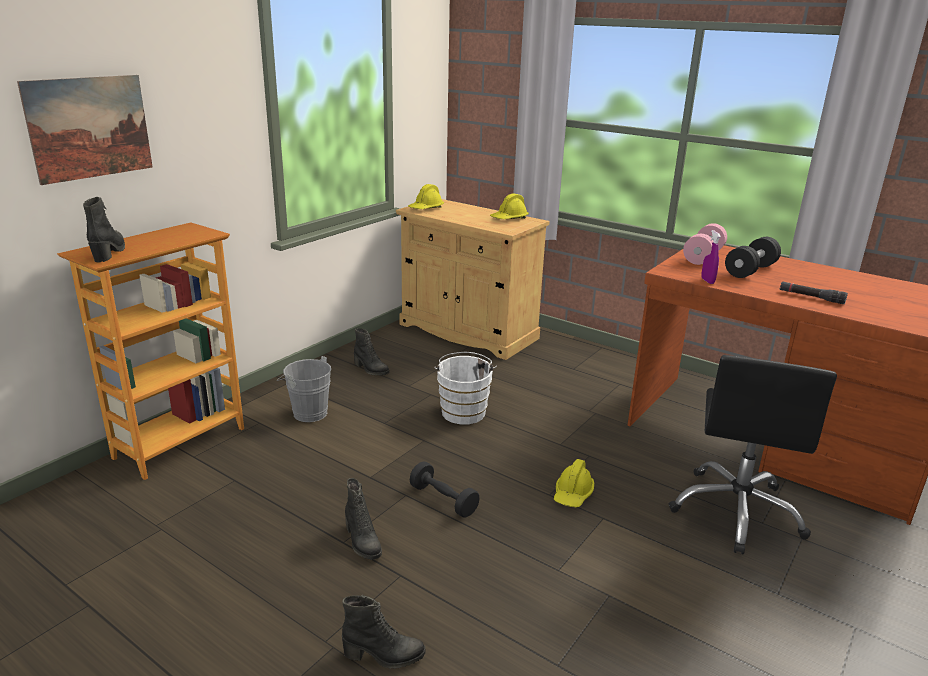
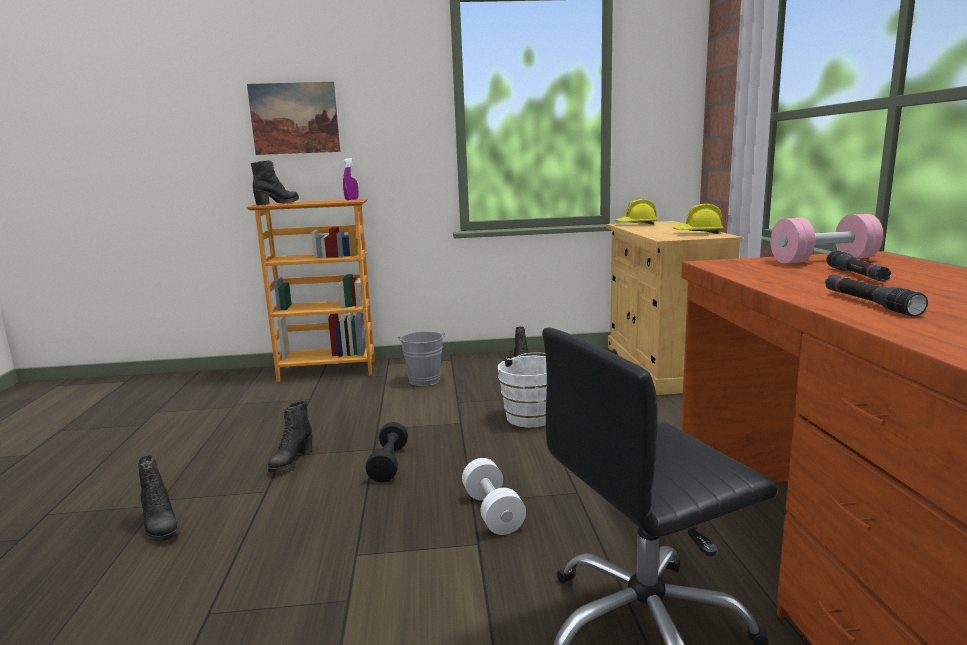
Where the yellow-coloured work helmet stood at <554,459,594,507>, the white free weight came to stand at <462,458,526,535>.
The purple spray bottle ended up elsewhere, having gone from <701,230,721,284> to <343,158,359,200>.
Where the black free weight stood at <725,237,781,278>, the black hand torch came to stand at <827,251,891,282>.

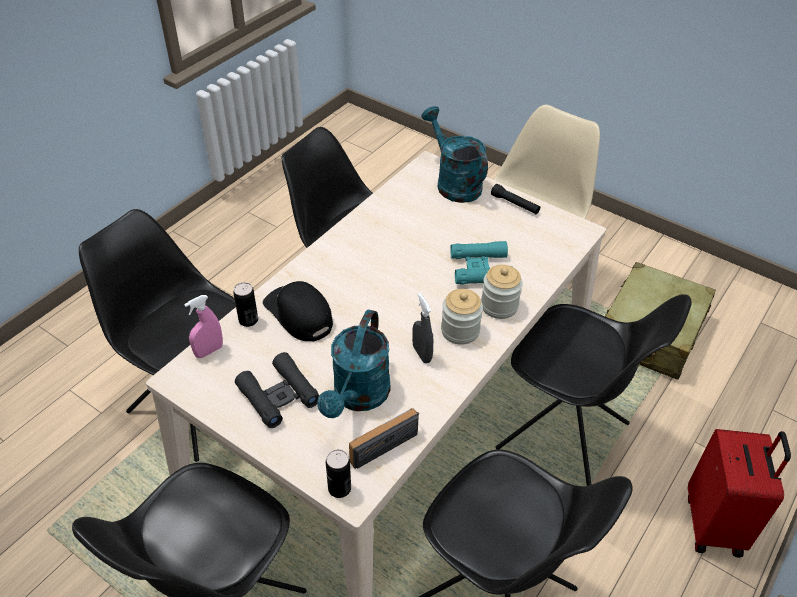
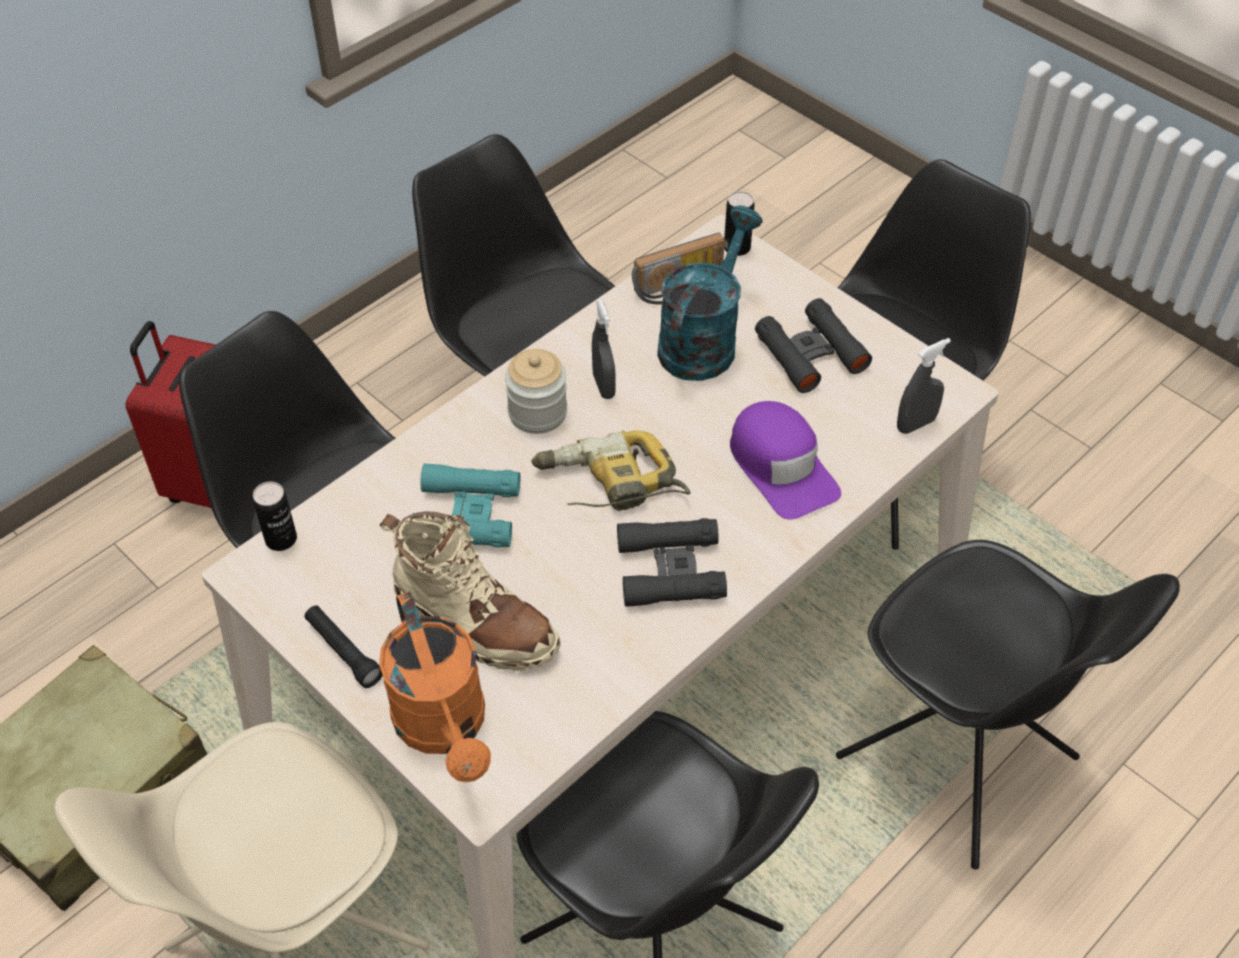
What was the pinkish spray bottle at <184,295,223,358> turned into the greyish spray bottle at <897,338,951,434>.
The metal can ended up elsewhere, having gone from <233,282,258,327> to <253,482,297,551>.
What was the black peaked cap at <263,281,333,341> turned into the purple peaked cap at <730,401,841,520>.
What was the turquoise-coloured watering pot at <421,106,488,203> turned into the orange-coloured watering pot at <379,591,491,782>.
The second view lost the preserve jar at <481,265,523,319>.
The second view gained the beige-coloured boot at <379,511,561,671>.
The second view gained the electric drill at <531,430,691,511>.
The second view gained the black field glasses at <617,518,727,607>.

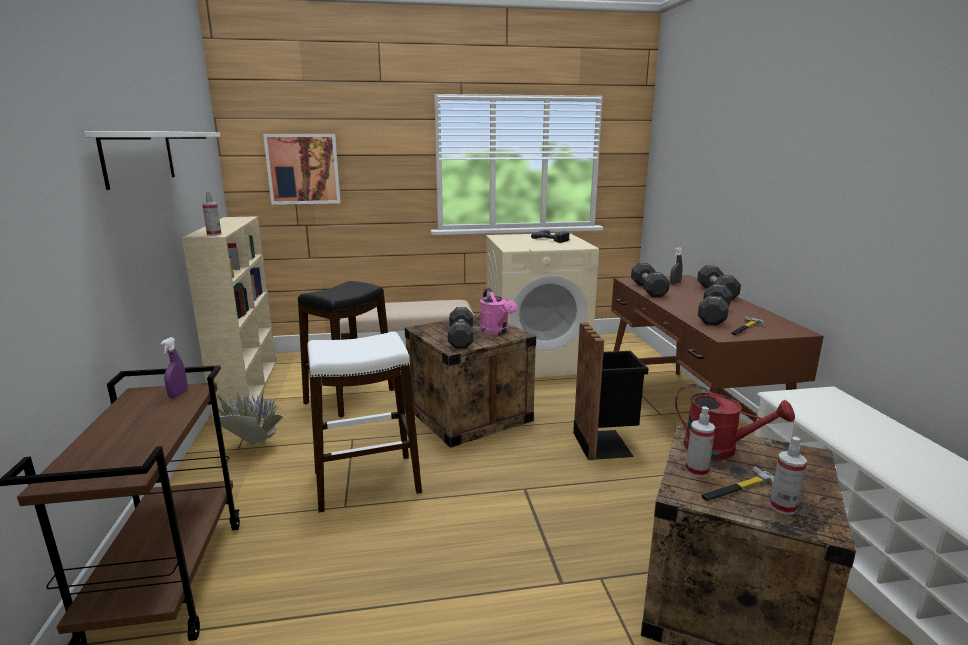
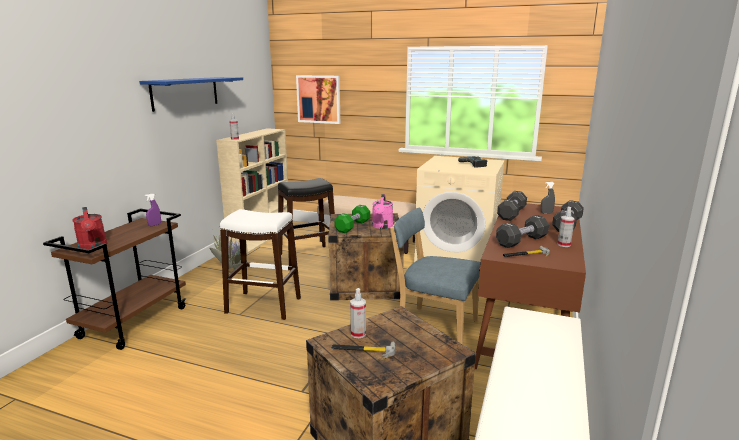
What was the white shelf at <84,131,220,190> turned into the bluish shelf at <139,77,243,112>.
What was the black free weight at <448,307,473,349> turned into the green-coloured free weight at <334,205,370,233>.
Where the black waste bin stood at <573,323,649,460>, the bluish upright chair came to stand at <390,208,481,345>.
The reddish watering pot ended up elsewhere, having gone from <675,384,795,460> to <72,207,107,249>.
The spray bottle ended up elsewhere, having gone from <769,437,807,515> to <558,207,575,247>.

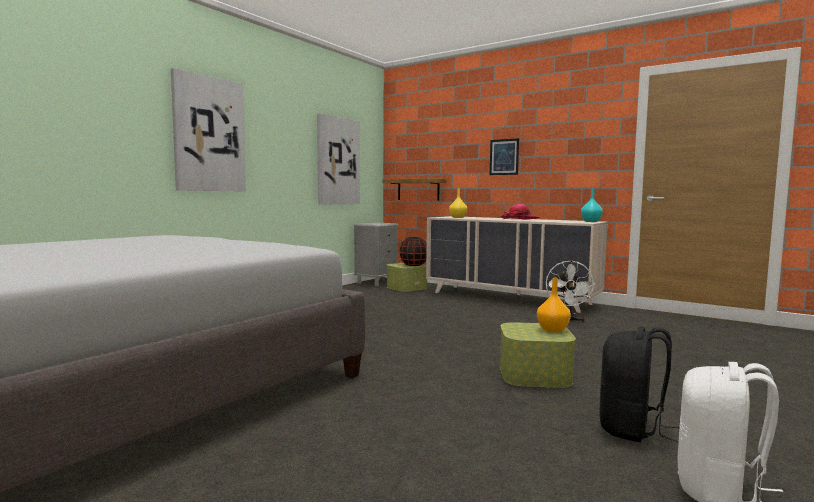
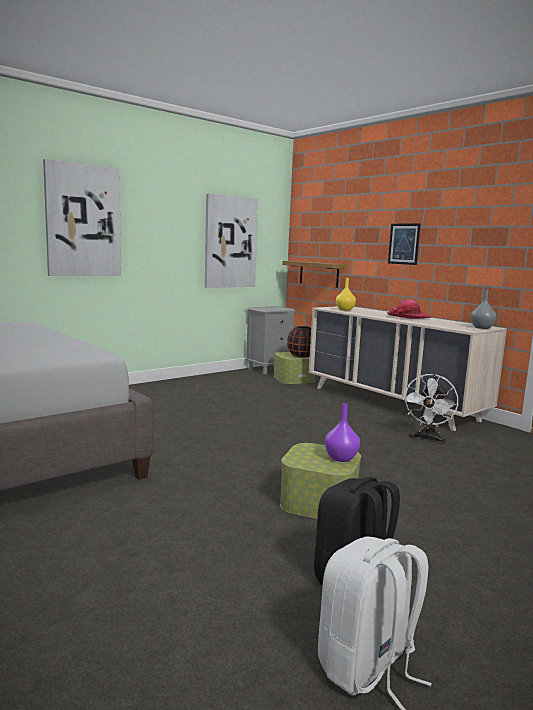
What was the orange-coloured decorative vase at <537,278,571,332> turned into the purple decorative vase at <325,403,360,462>.
What was the turquoise-coloured decorative vase at <581,188,603,222> turned into the greyish decorative vase at <471,289,496,329>.

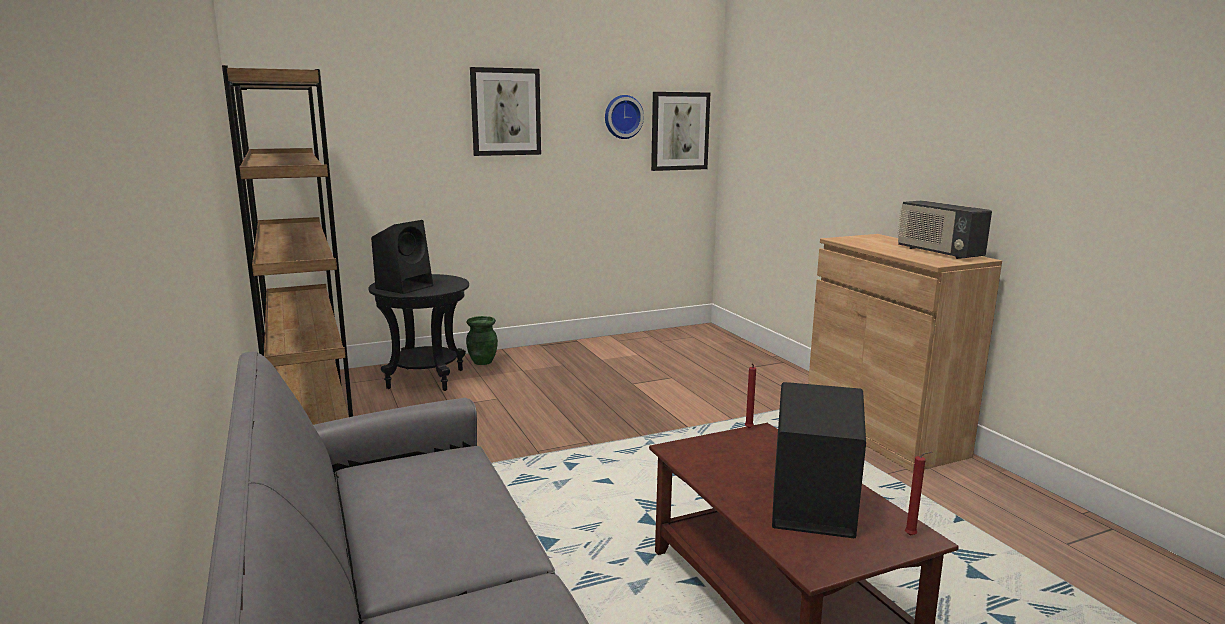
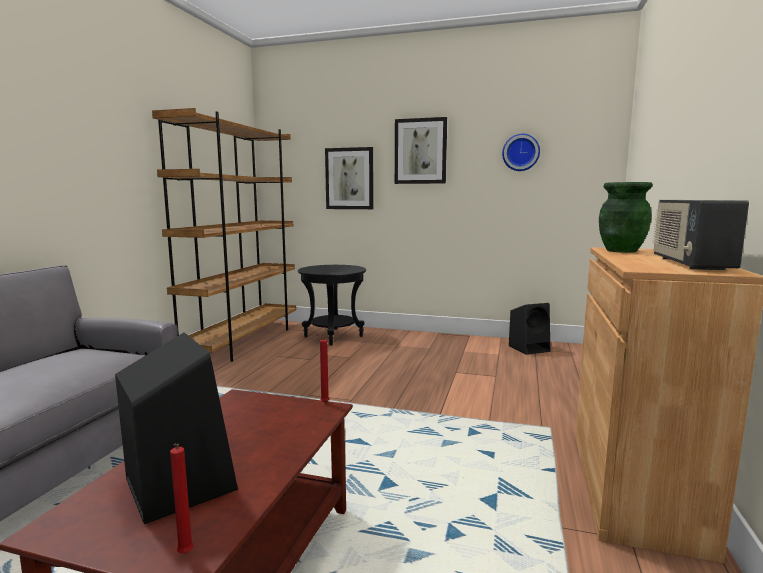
The black speaker ended up elsewhere, having gone from <371,220,433,294> to <509,303,550,355>.
The green-coloured decorative vase ended up elsewhere, having gone from <466,316,498,365> to <599,182,653,253>.
The wall picture ended up elsewhere, having gone from <651,92,710,171> to <325,147,373,209>.

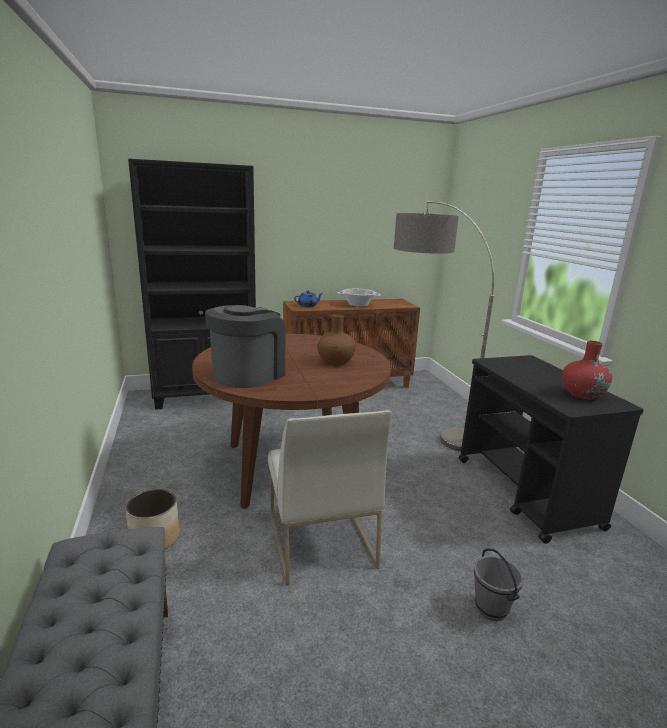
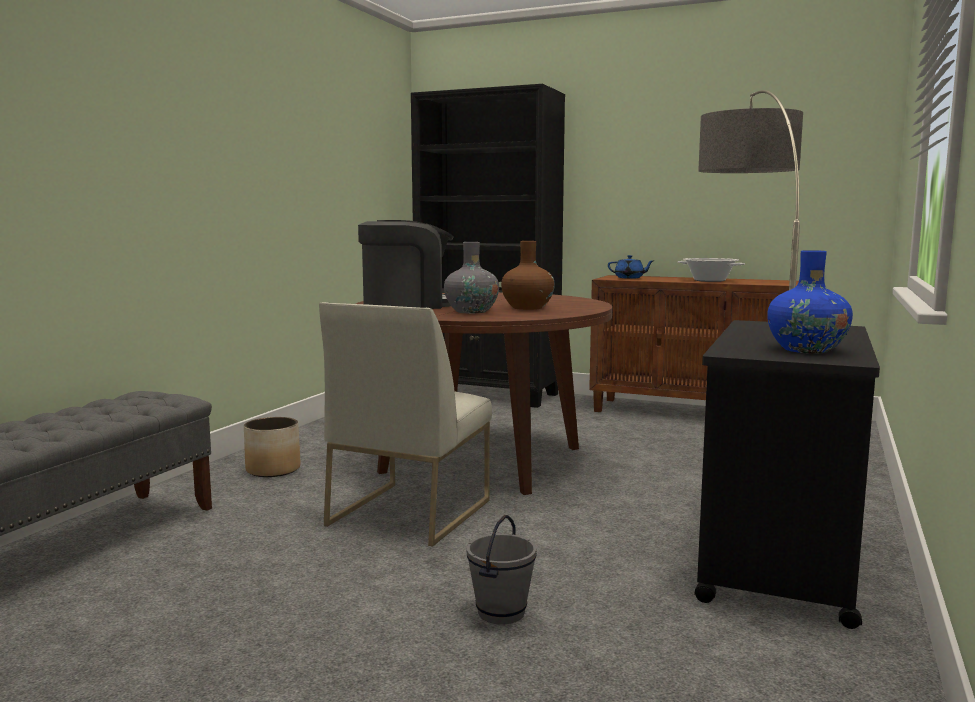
What was the reddish decorative vase at <562,341,612,400> turned into the bluish decorative vase at <767,250,853,353>.
The second view gained the greyish decorative vase at <444,242,499,313>.

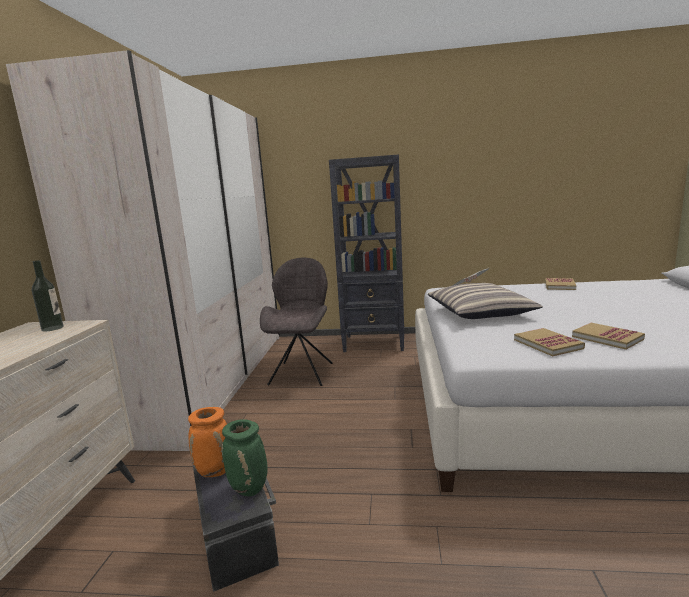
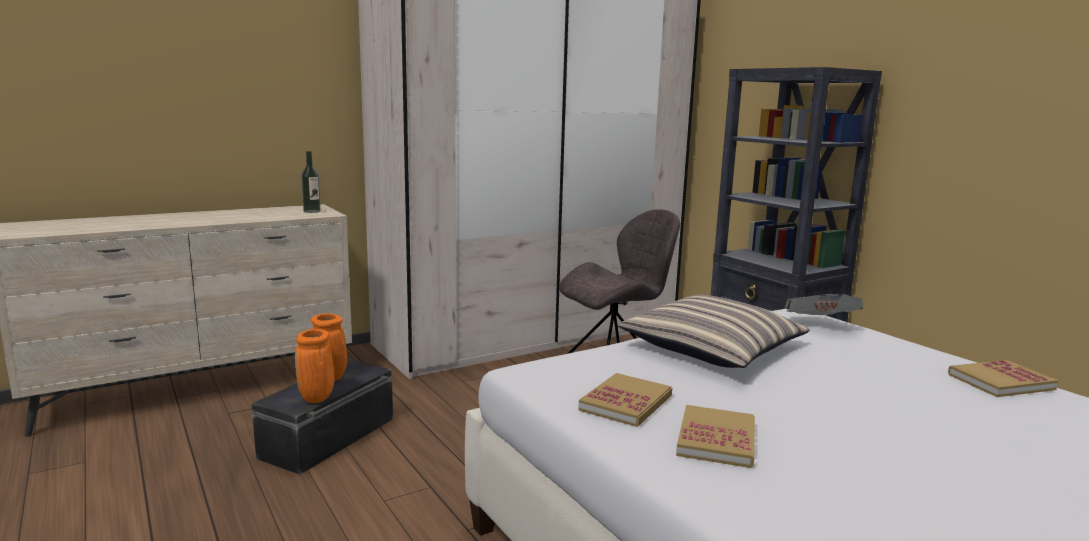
What was the green-coloured decorative vase at <222,419,268,496> turned into the orange-coloured decorative vase at <295,329,335,403>.

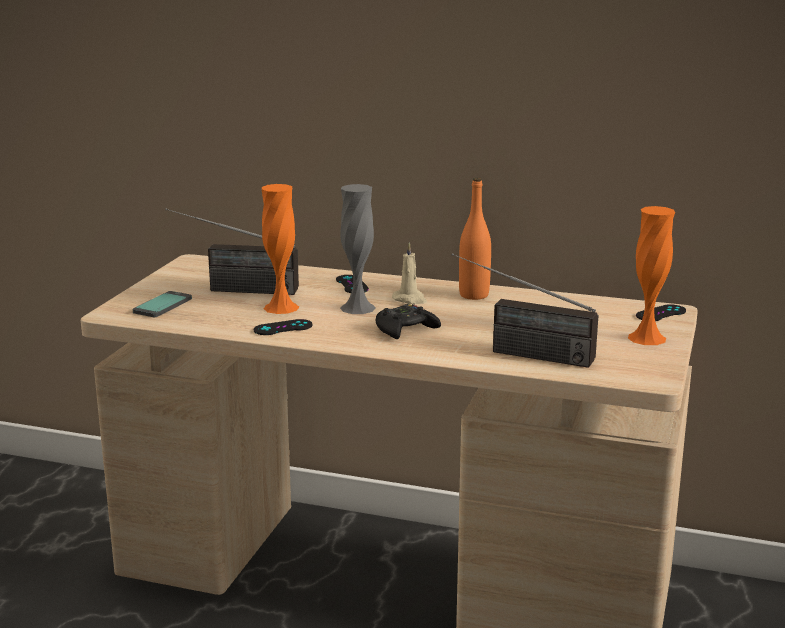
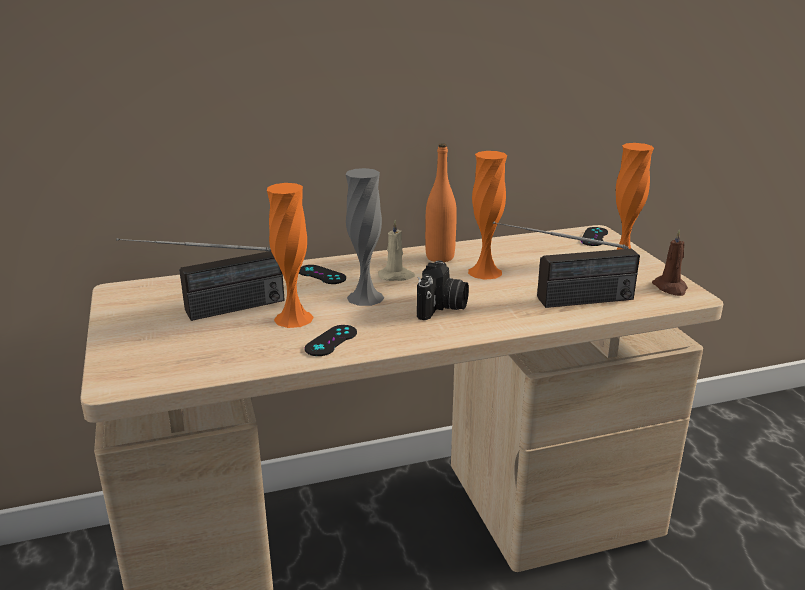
The second view lost the handset at <133,291,192,317>.
Where the black game controller stood at <376,303,441,339>, the still camera came to stand at <417,260,469,320>.
The second view gained the orange-coloured decorative vase at <468,151,507,280>.
The second view gained the brown wax candle at <652,229,688,296>.

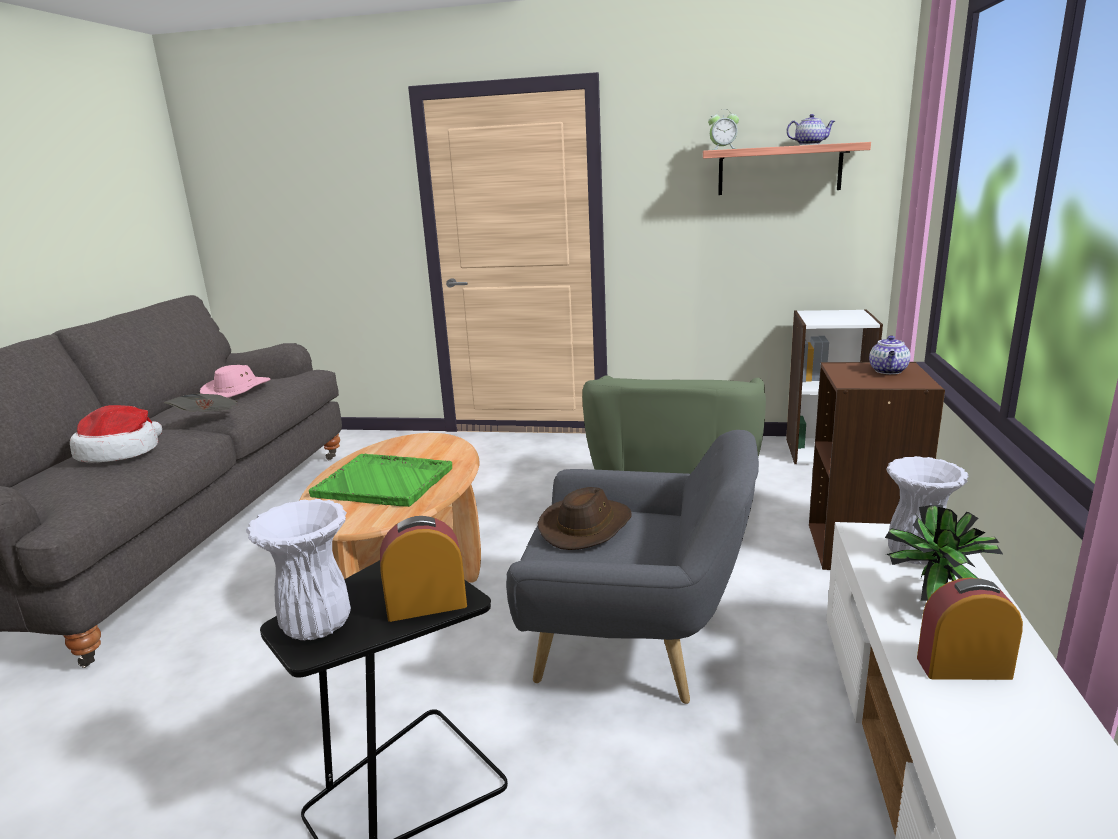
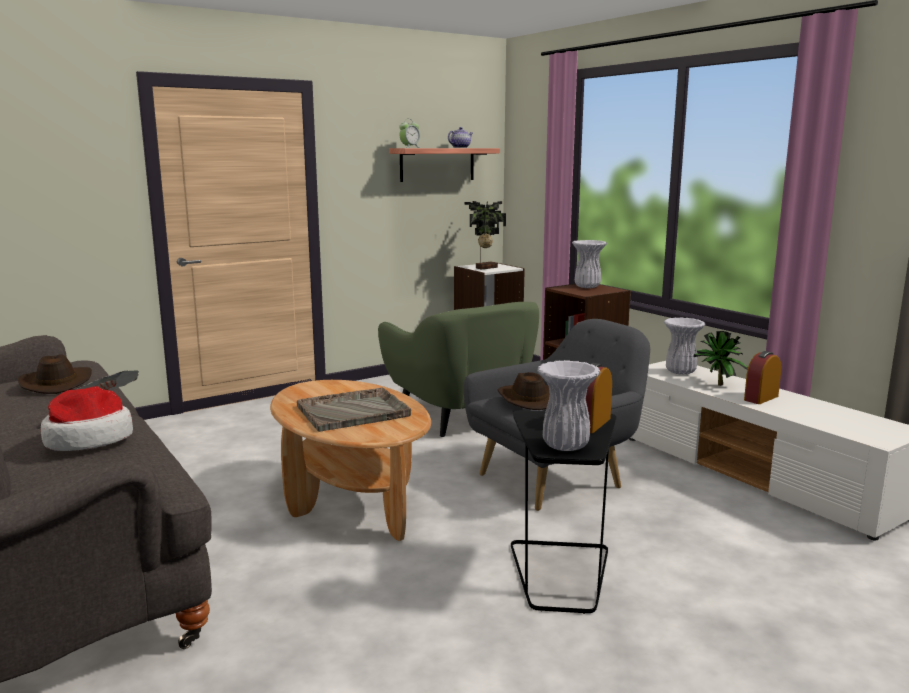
What was the pinkish hat at <200,365,270,398> turned into the brown hat at <18,354,92,394>.
What was the green-coloured carrying tray at <309,454,452,507> turned into the greyish carrying tray at <297,387,411,432>.
Where the teapot stood at <869,335,910,374>, the white decorative vase came to stand at <572,240,607,288>.
The second view gained the plant in a pot at <465,201,506,270>.

